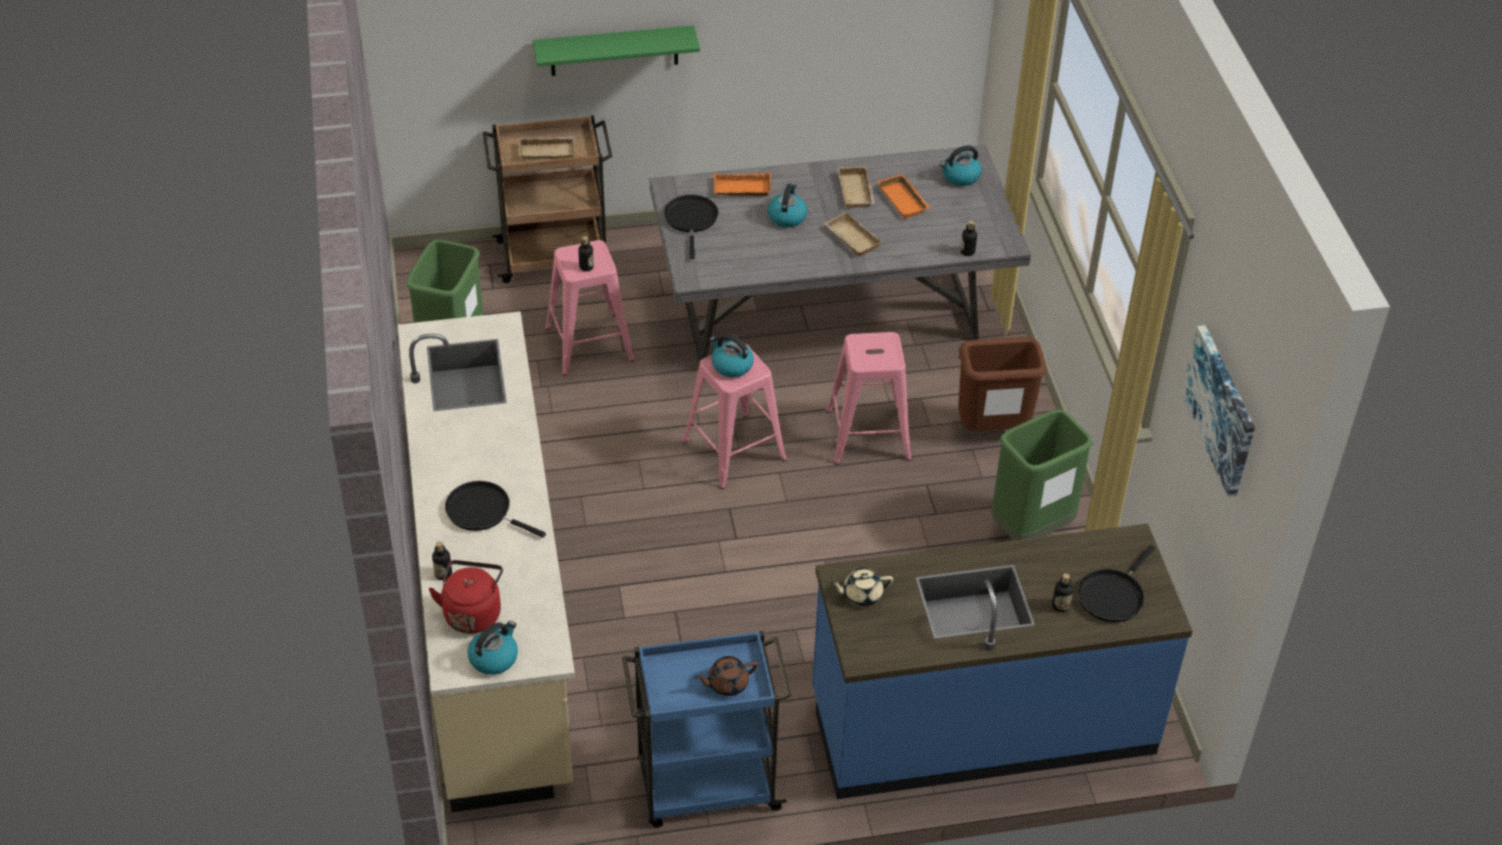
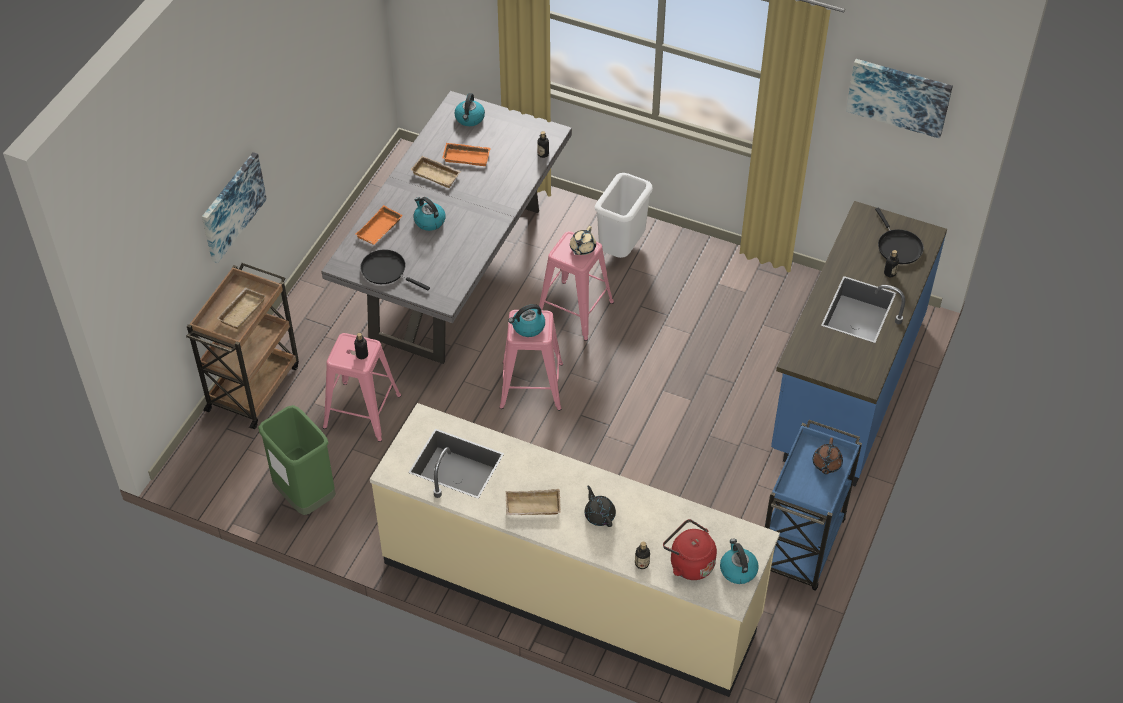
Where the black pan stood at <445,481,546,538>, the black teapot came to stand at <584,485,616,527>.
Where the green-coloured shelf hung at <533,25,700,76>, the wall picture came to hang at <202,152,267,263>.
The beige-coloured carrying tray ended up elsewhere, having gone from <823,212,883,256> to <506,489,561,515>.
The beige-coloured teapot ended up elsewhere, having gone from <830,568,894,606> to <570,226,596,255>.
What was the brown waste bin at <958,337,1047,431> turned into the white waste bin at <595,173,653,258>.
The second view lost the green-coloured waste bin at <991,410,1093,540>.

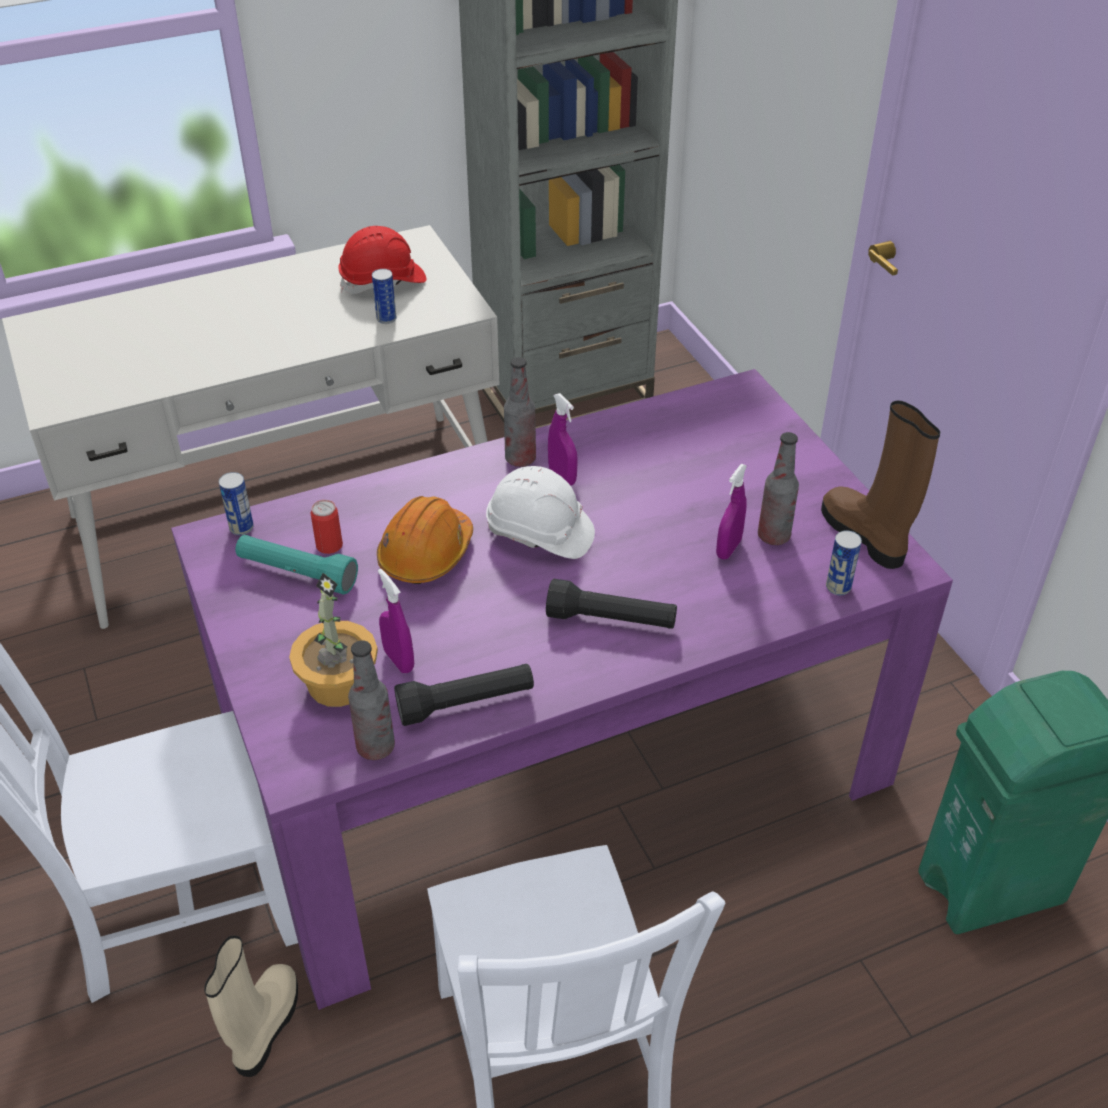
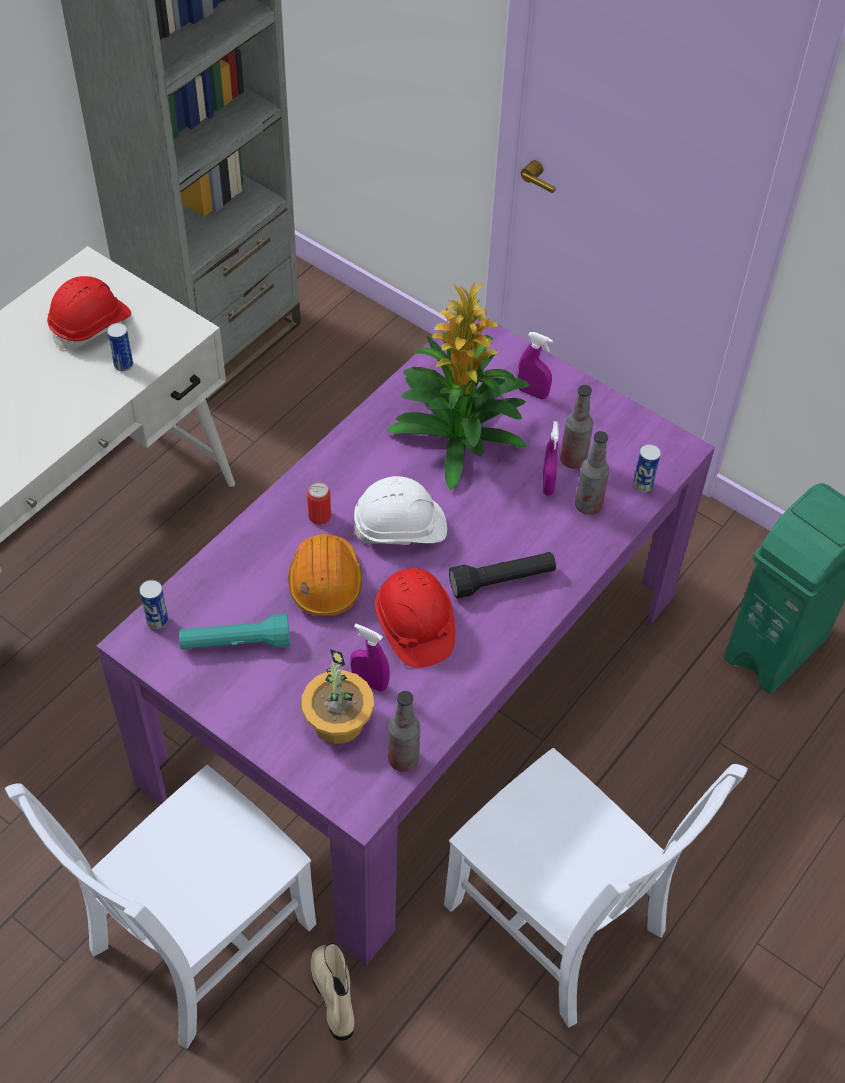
The metal can ended up elsewhere, having gone from <310,500,343,554> to <307,482,331,524>.
The second view lost the black hand torch at <394,664,534,726>.
The beverage bottle ended up elsewhere, having gone from <504,357,536,467> to <575,431,609,515>.
The purple spray bottle ended up elsewhere, having gone from <548,393,578,486> to <517,332,553,399>.
The second view lost the brown boot at <821,400,940,569>.
The second view gained the reddish work helmet at <375,568,455,668>.
The second view gained the plant in a pot at <386,282,530,491>.

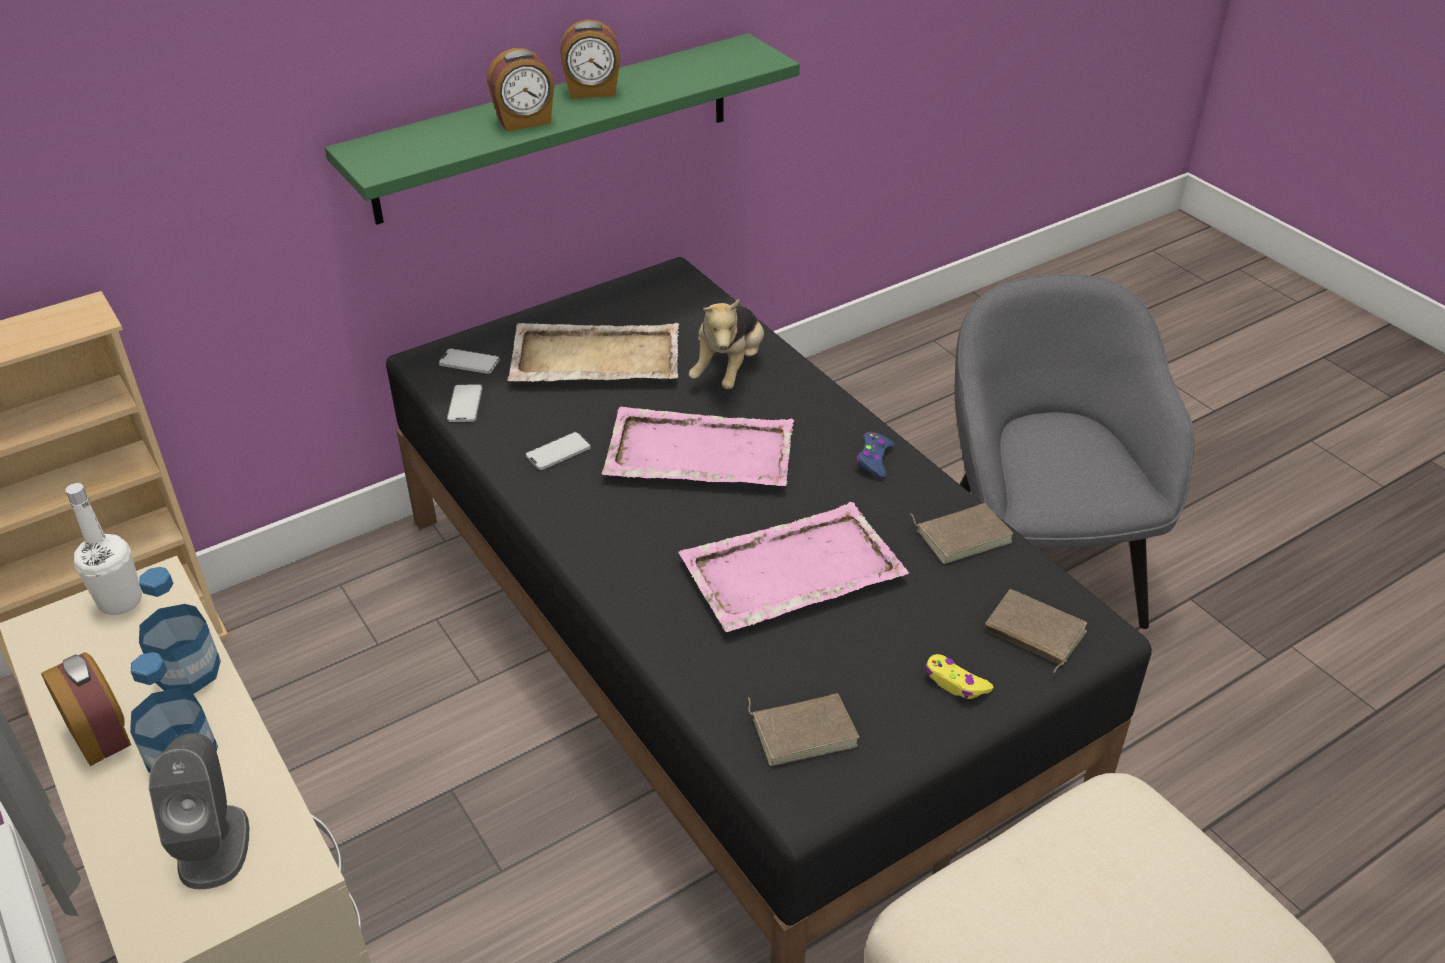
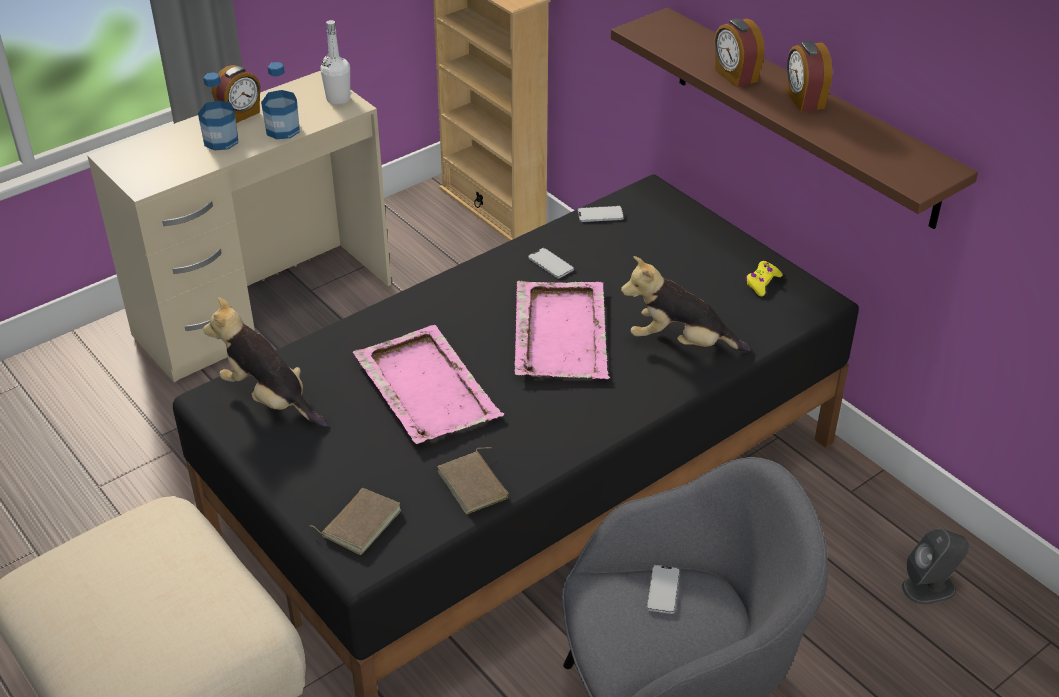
The greyish speaker ended up elsewhere, having gone from <149,733,249,890> to <902,528,969,605>.
What was the green-coloured shelf at <325,33,800,225> turned into the brown shelf at <611,7,978,229>.
The handset ended up elsewhere, having gone from <439,348,500,374> to <647,565,680,614>.
The second view lost the beige-coloured carrying tray at <508,323,679,382>.
Where the brown volume stood at <747,693,859,766>, the soft toy came to stand at <203,298,328,427>.
The second view lost the bluish game controller at <856,432,895,479>.
The yellow-coloured game controller ended up elsewhere, having gone from <925,654,994,699> to <745,261,783,296>.

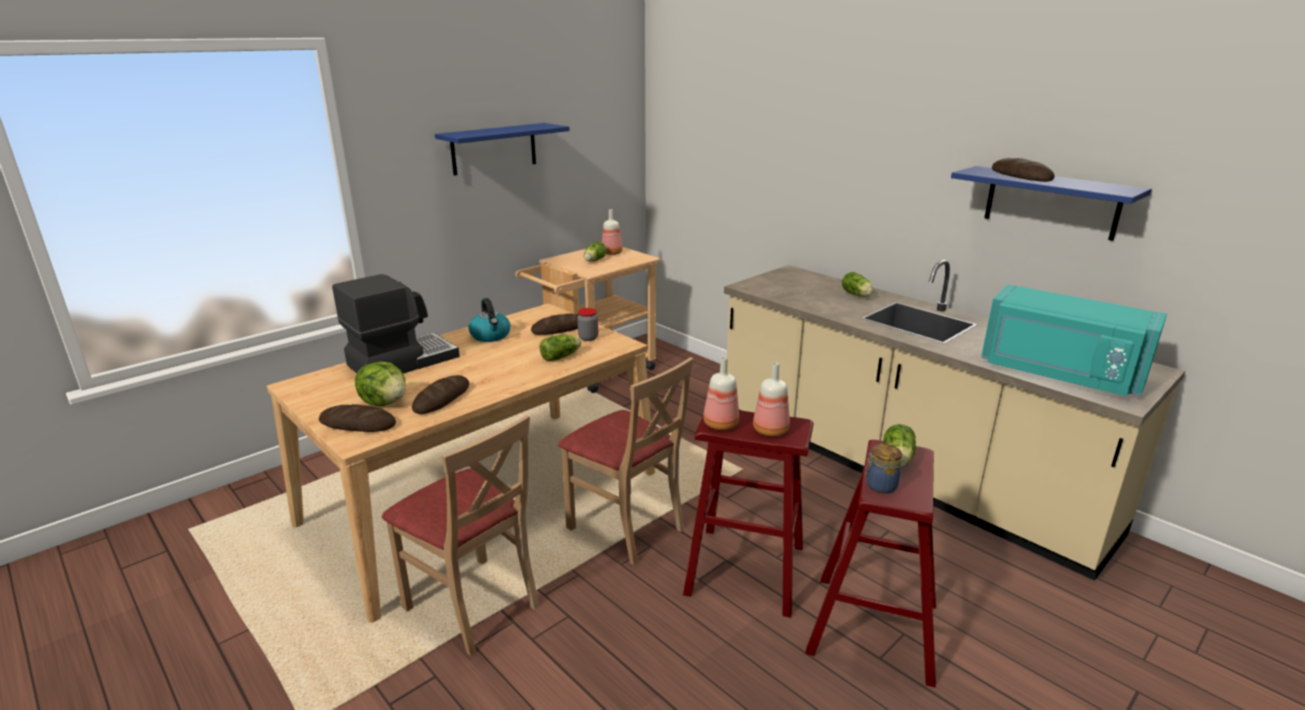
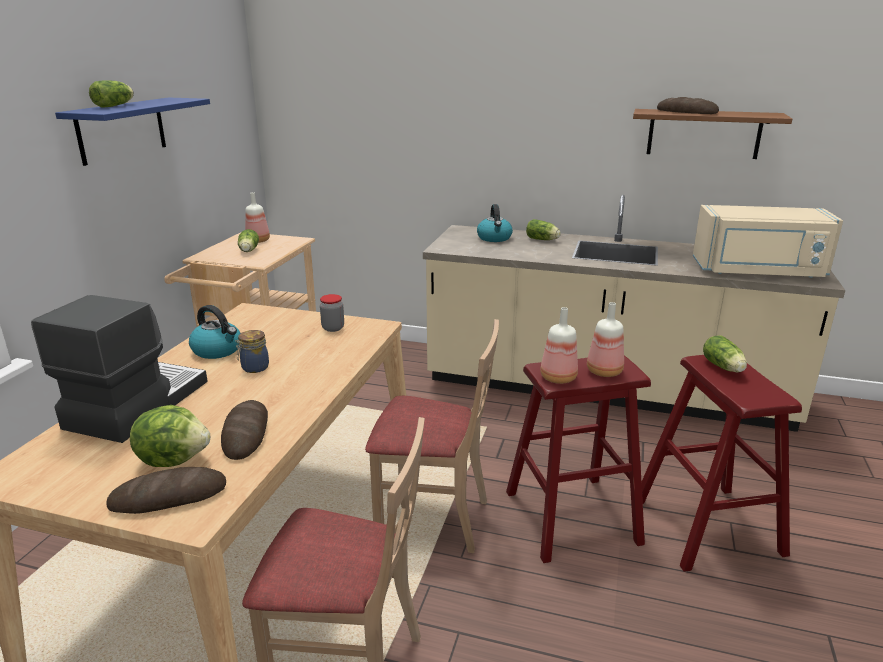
The second view lost the baked bread at <531,313,579,335>.
The lettuce head ended up elsewhere, having gone from <539,334,581,361> to <89,80,134,107>.
The preserve jar ended up elsewhere, having gone from <864,444,902,494> to <235,330,269,373>.
What was the bluish shelf at <951,166,1152,241> turned into the brown shelf at <633,109,792,159>.
What was the turquoise-coloured microwave at <981,284,1167,396> turned into the beige-coloured microwave at <693,205,843,278>.
The second view gained the tea kettle at <477,204,513,242>.

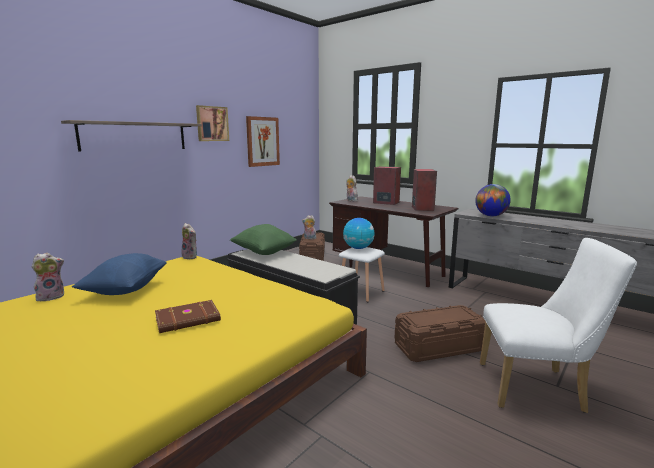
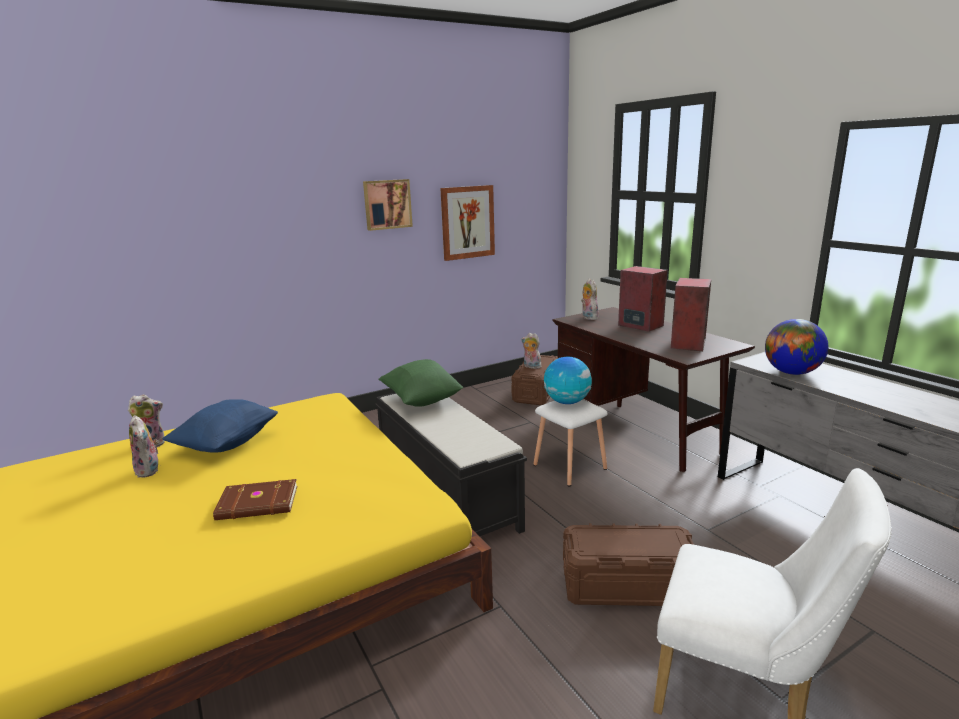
The second view lost the shelf at <61,120,202,151>.
The soft toy ended up elsewhere, having gone from <181,223,197,260> to <129,415,159,478>.

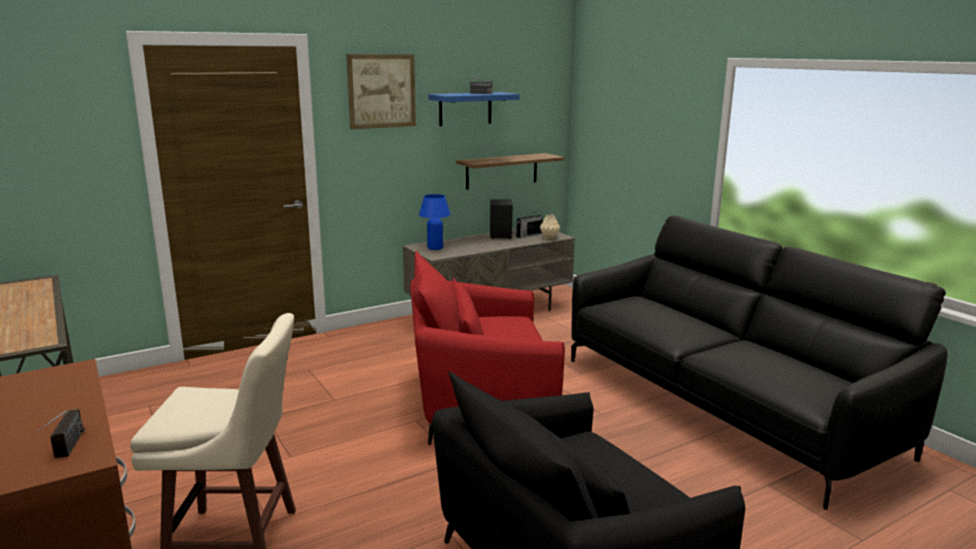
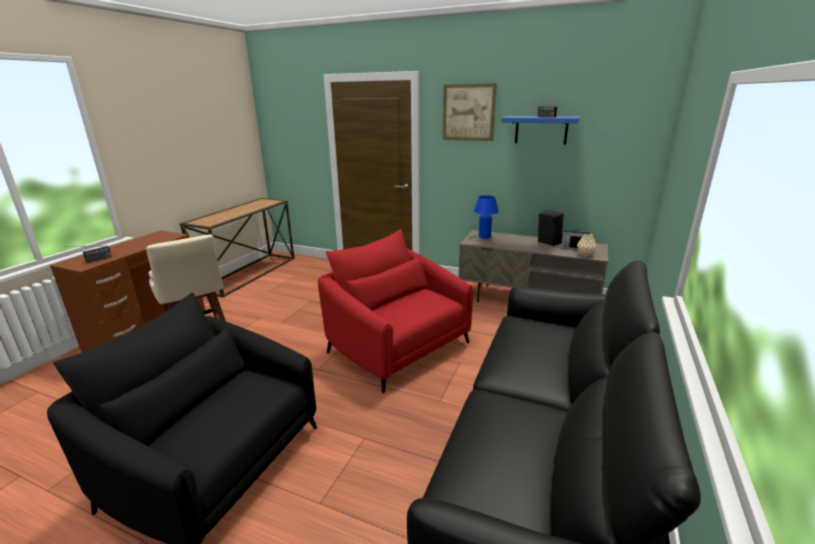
The second view lost the shelf at <456,153,564,190>.

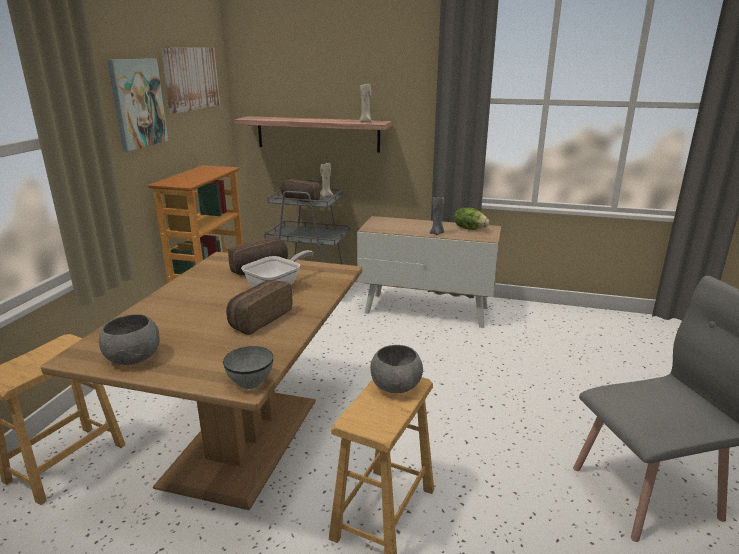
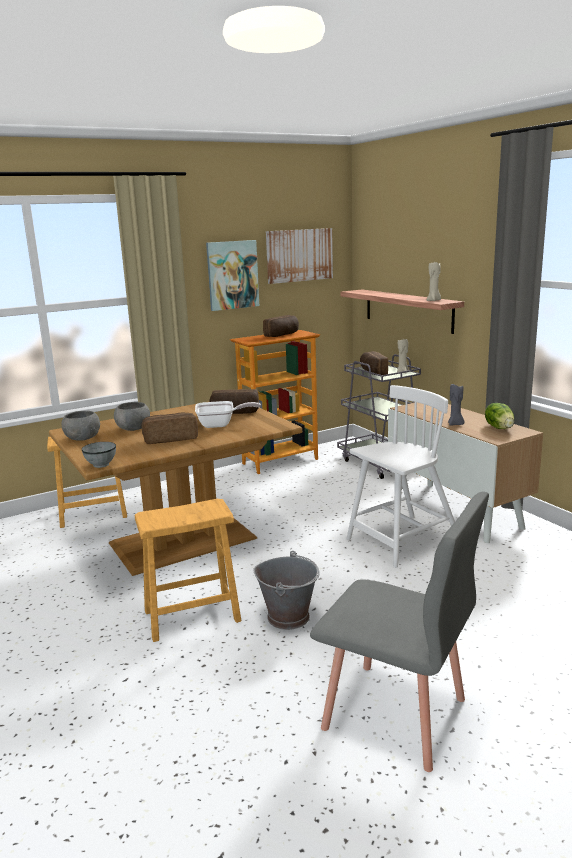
The greyish deep dish ended up elsewhere, having gone from <370,345,423,393> to <114,402,150,431>.
The second view gained the greyish water bucket at <253,551,320,630>.
The second view gained the baked bread at <263,315,299,337>.
The second view gained the white upright chair at <347,385,455,568>.

